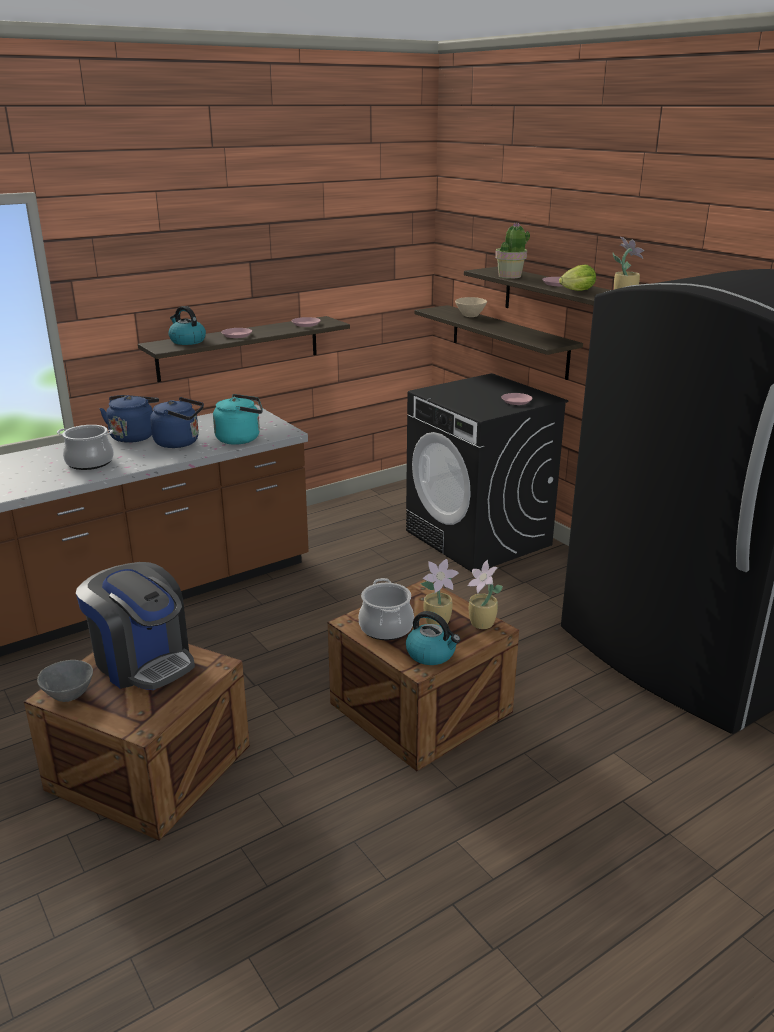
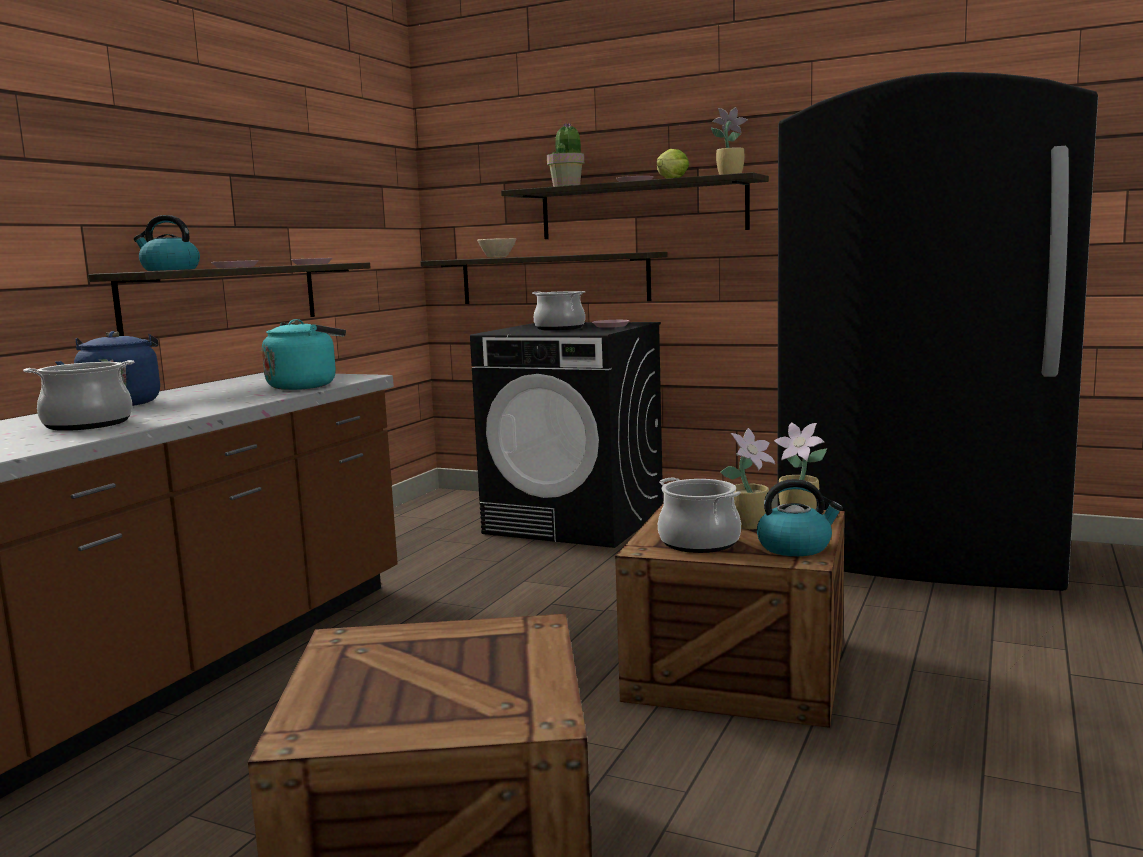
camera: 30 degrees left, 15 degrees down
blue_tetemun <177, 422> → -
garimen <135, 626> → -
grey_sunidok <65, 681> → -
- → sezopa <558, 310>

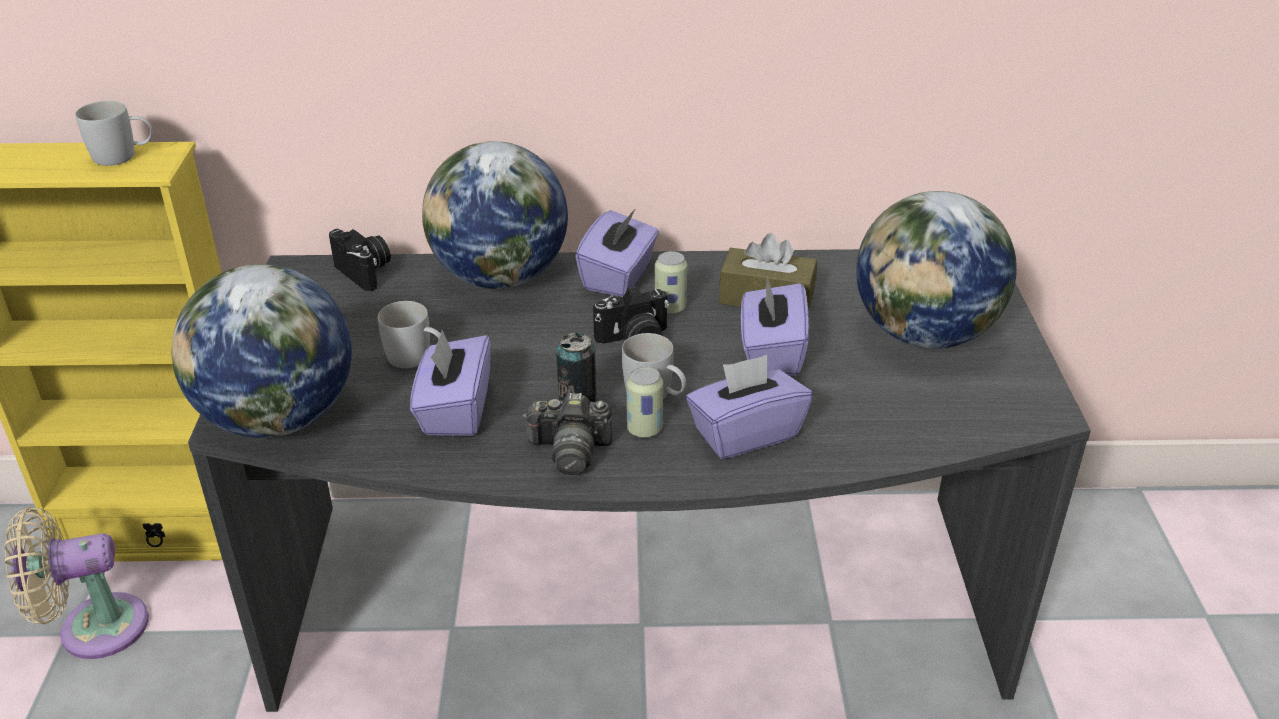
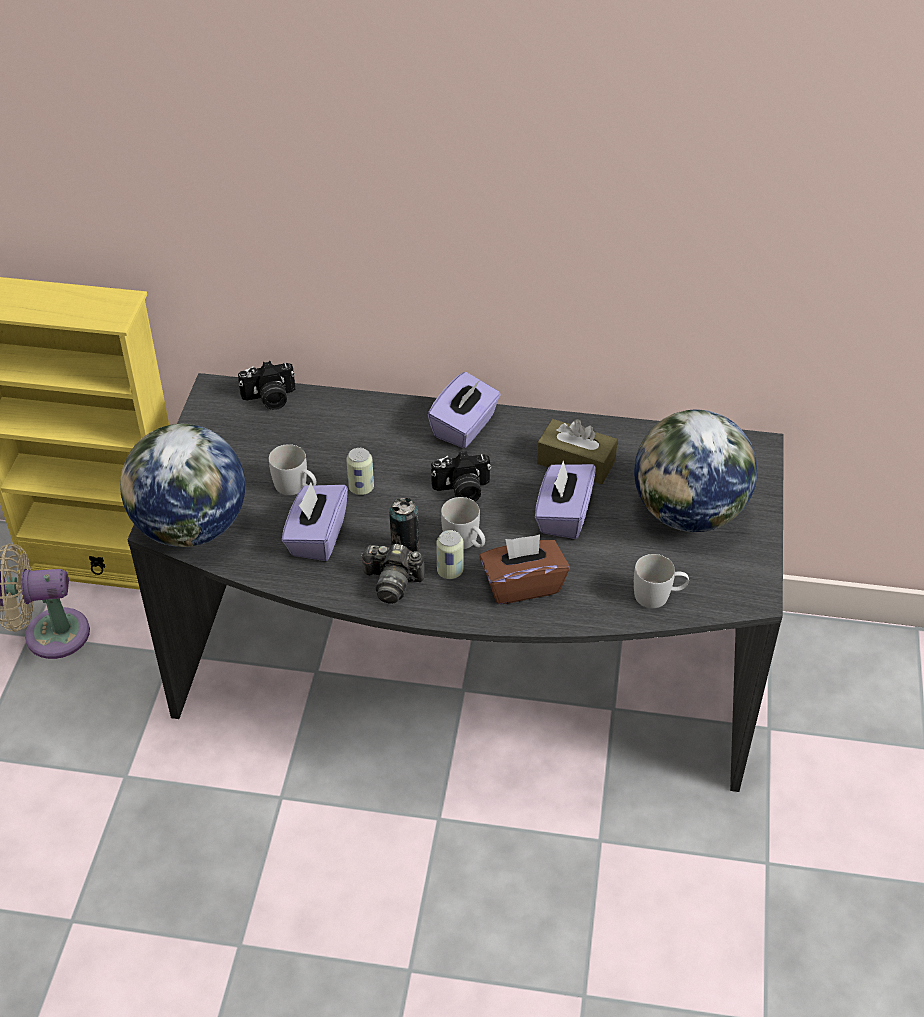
camera: 10 degrees right, 10 degrees up
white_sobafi <113, 133> → white_sobafi <661, 581>, move
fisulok <495, 215> → -
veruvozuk <360, 260> → veruvozuk <266, 385>, 105 degrees clockwise
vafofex <671, 282> → vafofex <360, 471>, move
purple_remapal <749, 407> → brown_remapal <524, 569>

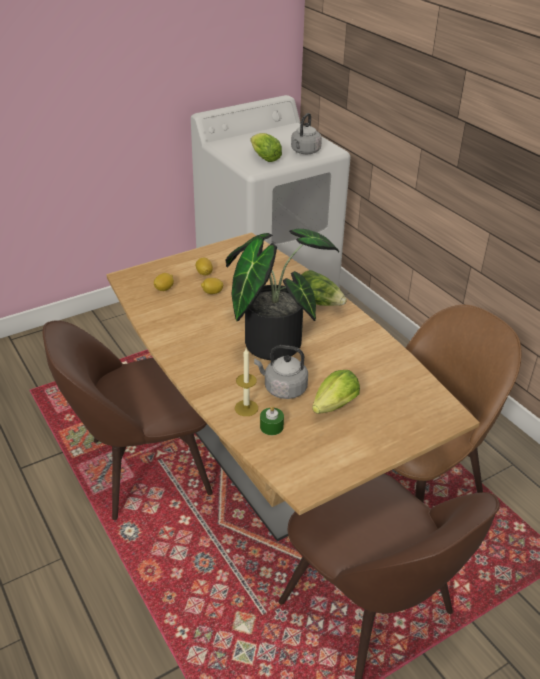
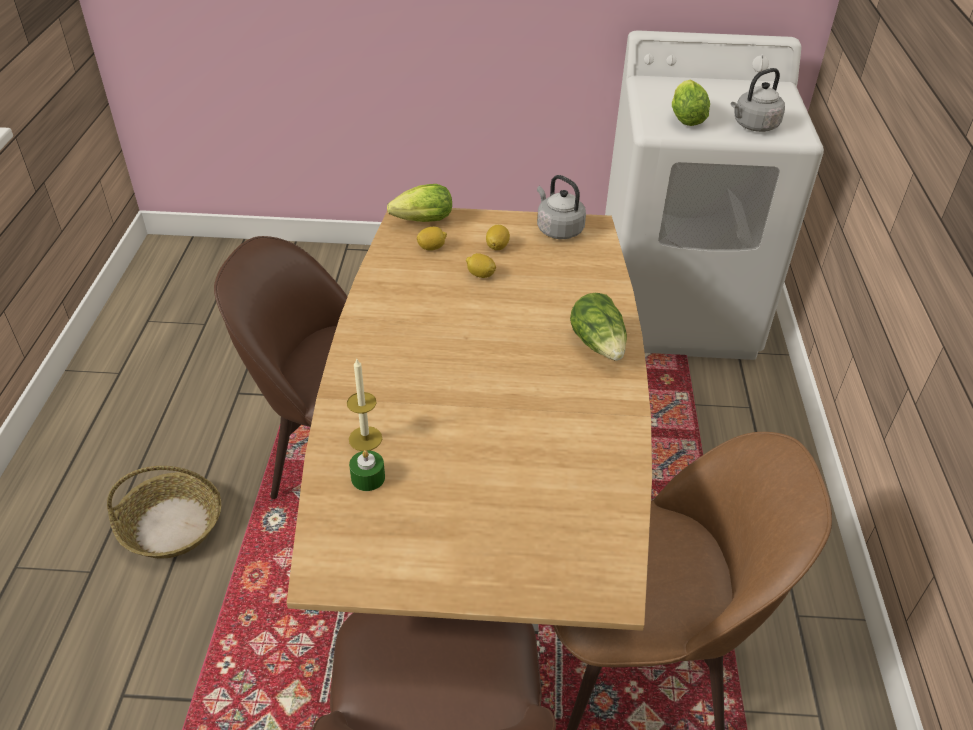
camera: 35 degrees right, 5 degrees up
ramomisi <282, 294> → -
grey_tetemun <281, 372> → grey_tetemun <561, 207>, move
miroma <336, 392> → miroma <419, 203>, move
- → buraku <164, 512>

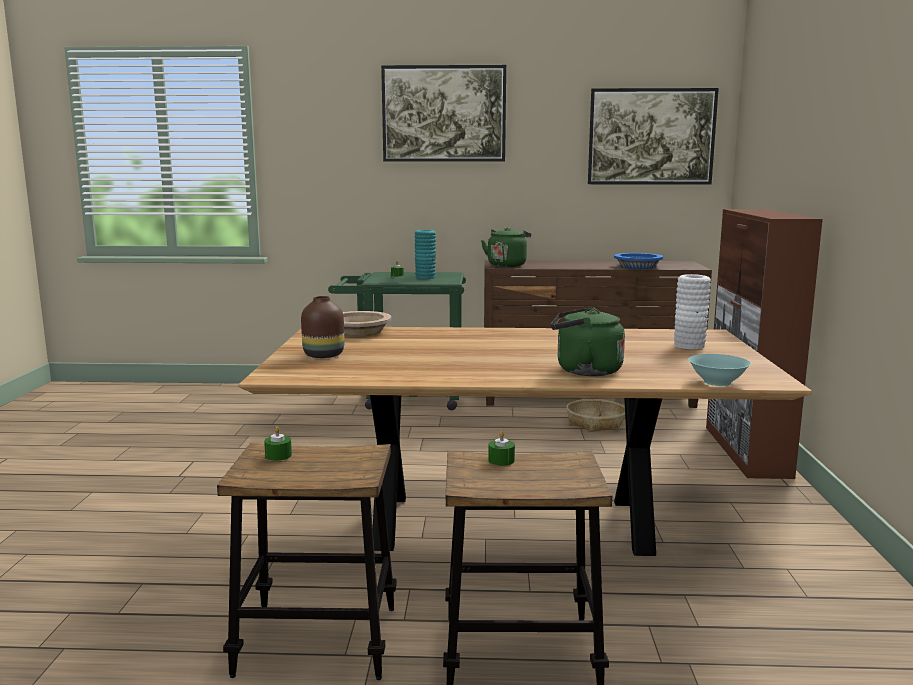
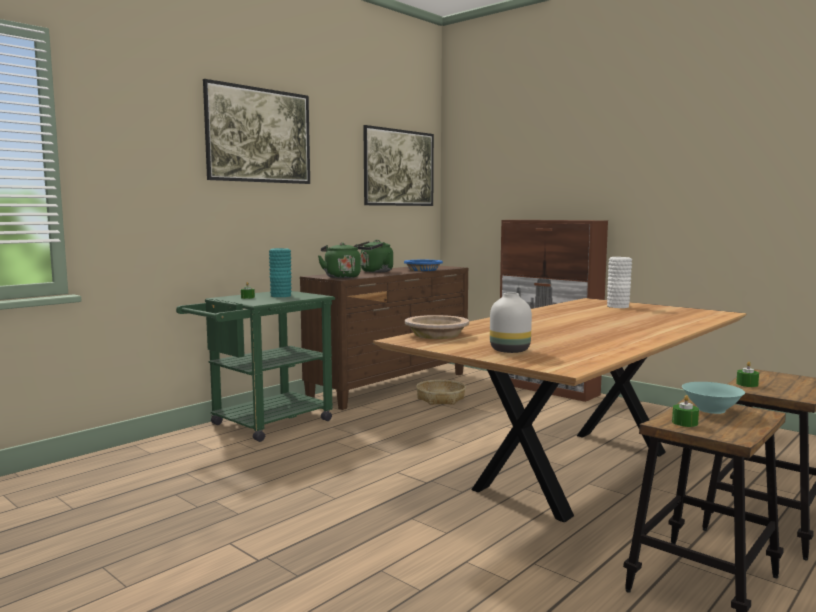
camera: 50 degrees left, 5 degrees down
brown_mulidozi <322, 327> → white_mulidozi <511, 323>
green_tetemun <588, 341> → green_tetemun <375, 256>, move
turquoise_sunidok <719, 370> → turquoise_sunidok <713, 398>, move

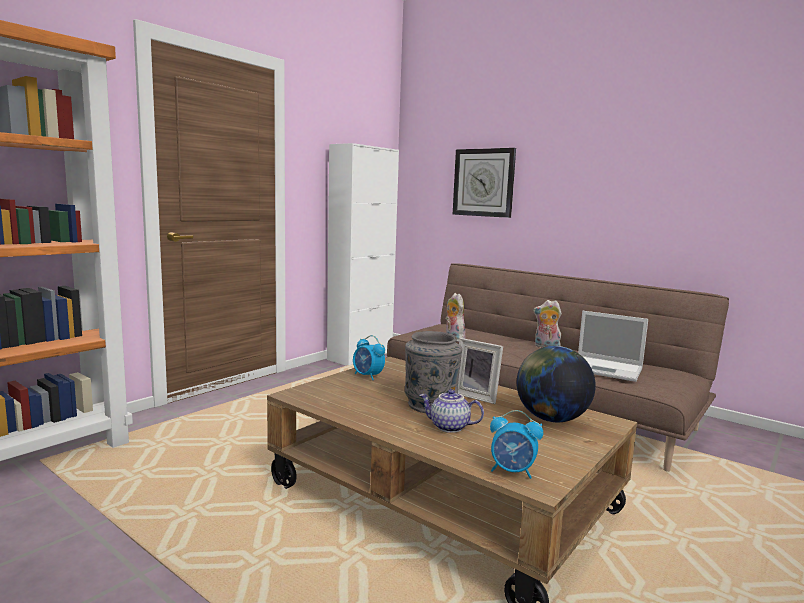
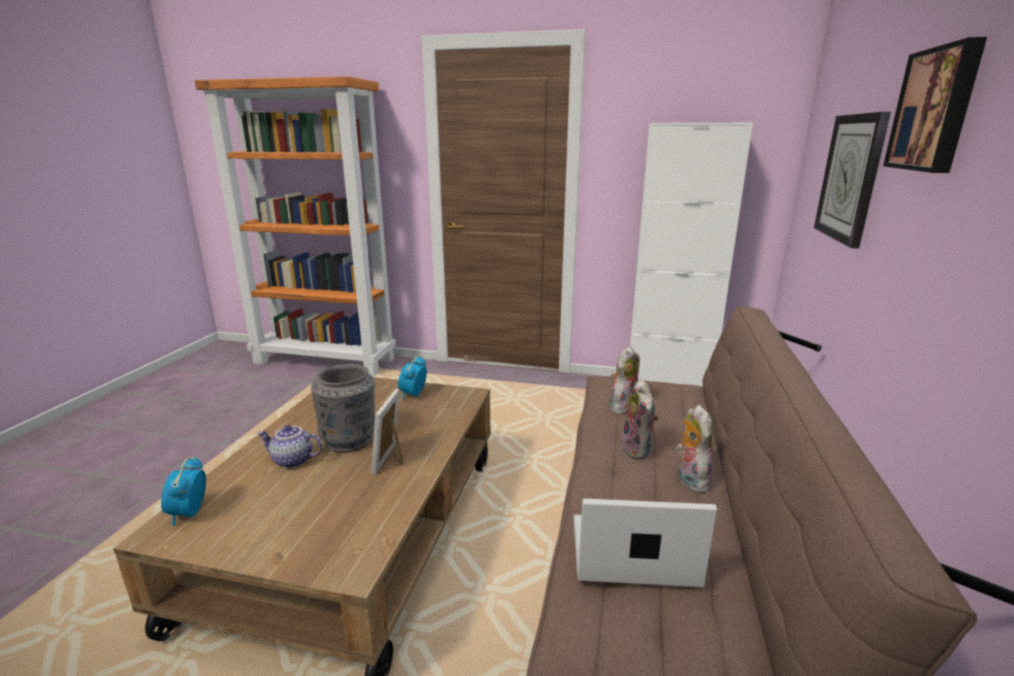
camera: 65 degrees right, 10 degrees up
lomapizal <613, 346> → lomapizal <645, 542>, 90 degrees clockwise
fisulok <556, 384> → -
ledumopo <451, 411> → ledumopo <290, 446>, 75 degrees counterclockwise
- → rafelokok <935, 105>
- → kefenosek <639, 419>

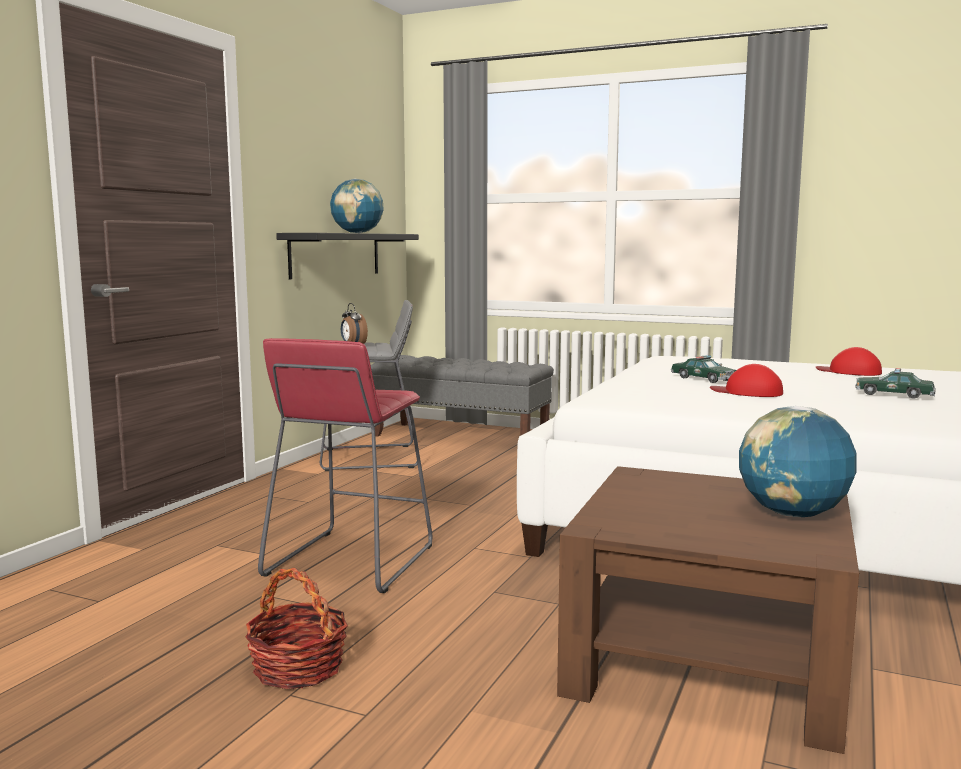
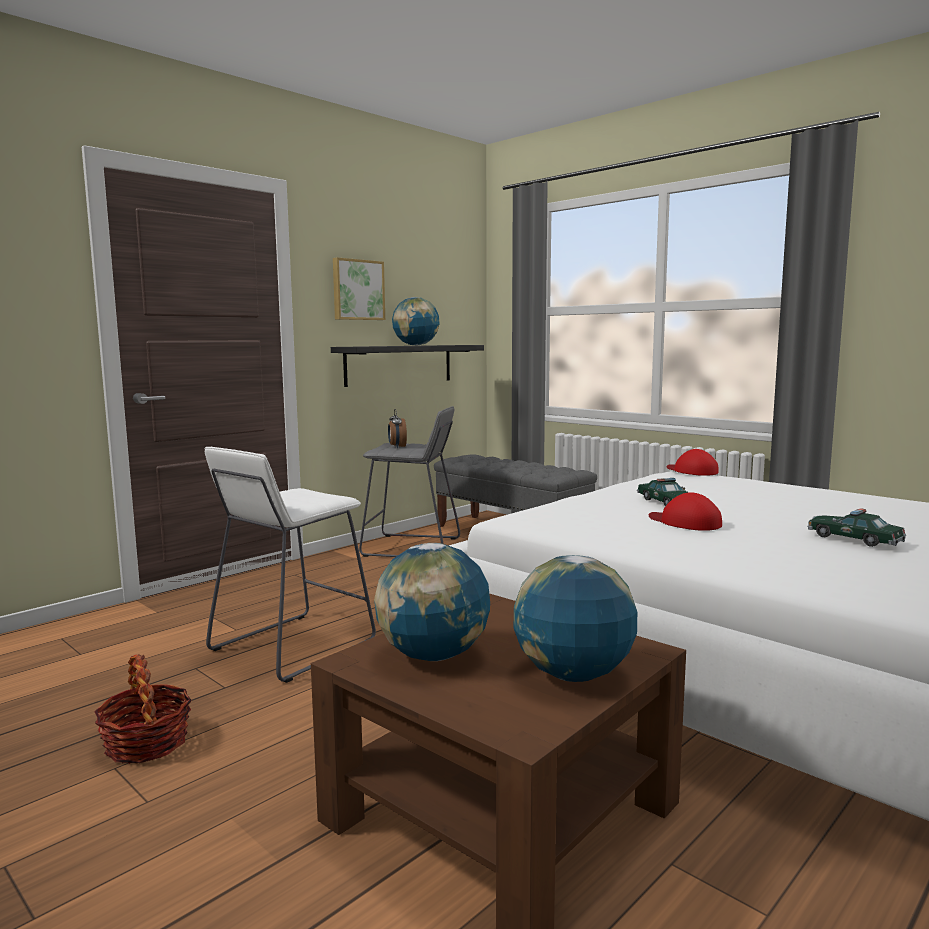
camera: 20 degrees right, 0 degrees up
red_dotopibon <345, 465> → white_dotopibon <290, 565>
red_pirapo <849, 361> → red_pirapo <693, 462>, move
- → rafelokok <359, 288>
- → fisulok <432, 602>

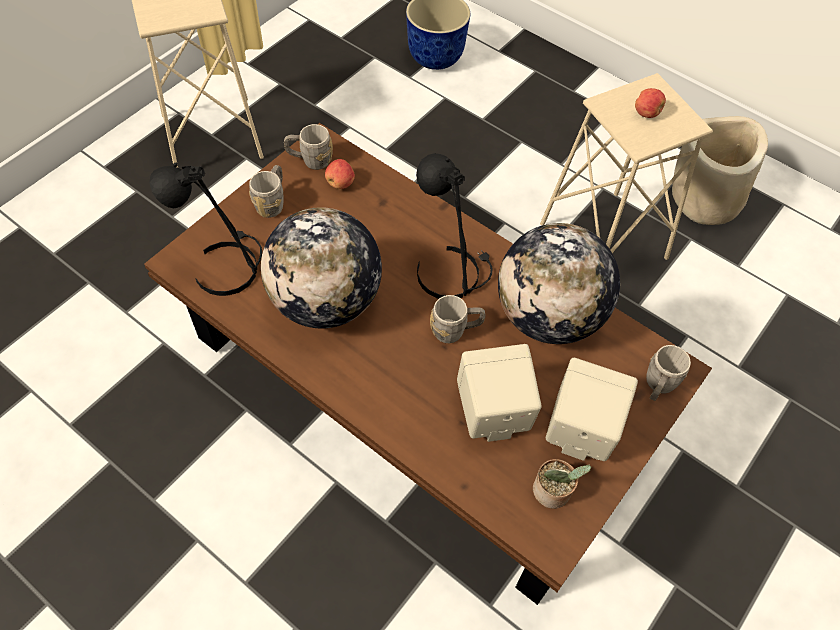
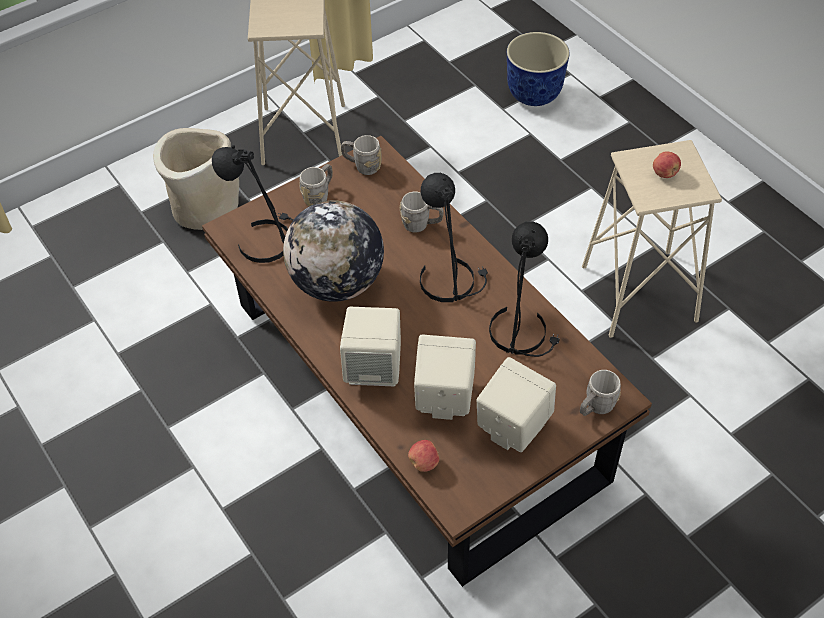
camera: 20 degrees right, 5 degrees down
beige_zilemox <720, 170> → beige_zilemox <196, 179>, move
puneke <340, 174> → puneke <423, 456>, move
fisulok <559, 283> → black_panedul <524, 289>
grey_sobafi <457, 319> → grey_sobafi <422, 212>, move
ramomisi <562, 484> → -
- → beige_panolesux <370, 346>

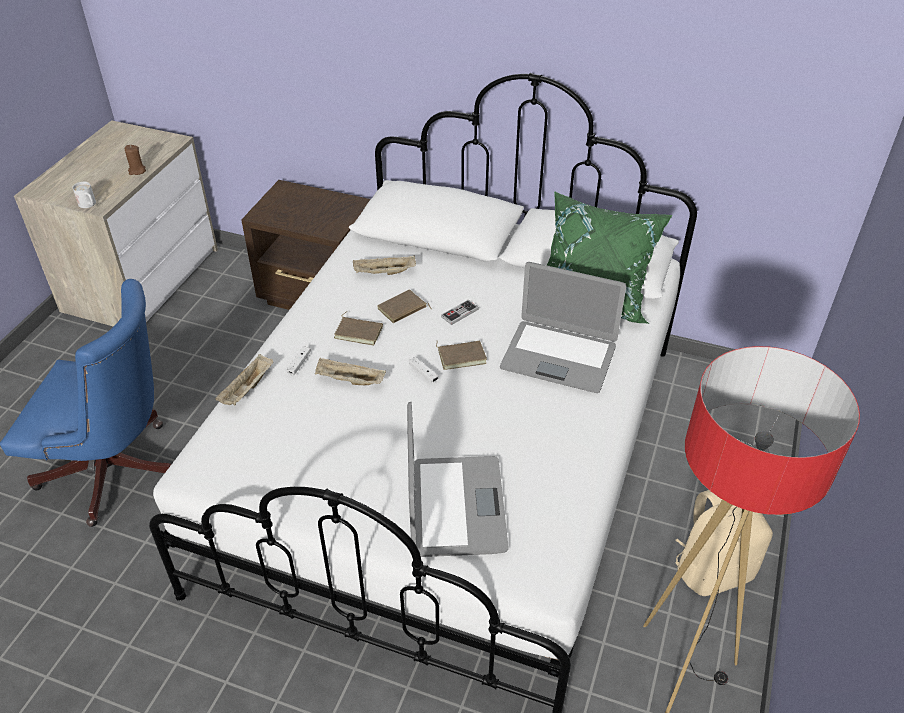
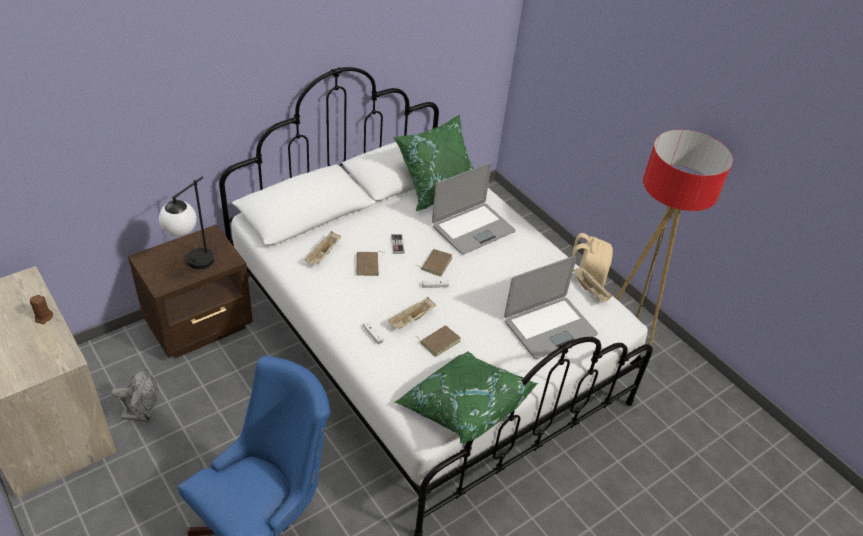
camera: 60 degrees left, 0 degrees up
white_sobafi <84, 195> → -
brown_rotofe <358, 328> → brown_rotofe <438, 341>, move
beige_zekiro <244, 379> → beige_zekiro <592, 284>, move
lomapizal <458, 479> → lomapizal <551, 307>, 120 degrees clockwise
- → panedul <186, 223>
- → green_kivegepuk <466, 397>
- → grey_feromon <134, 395>

